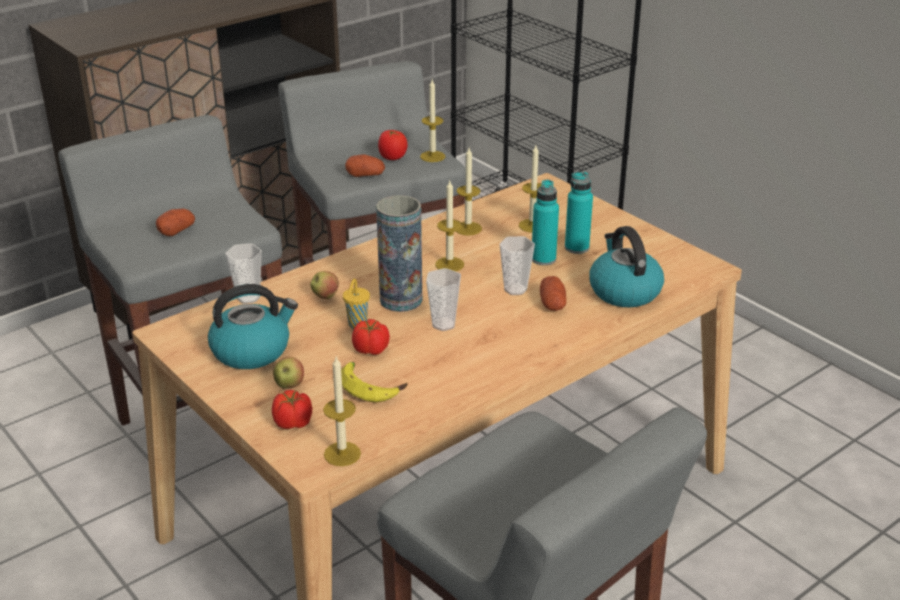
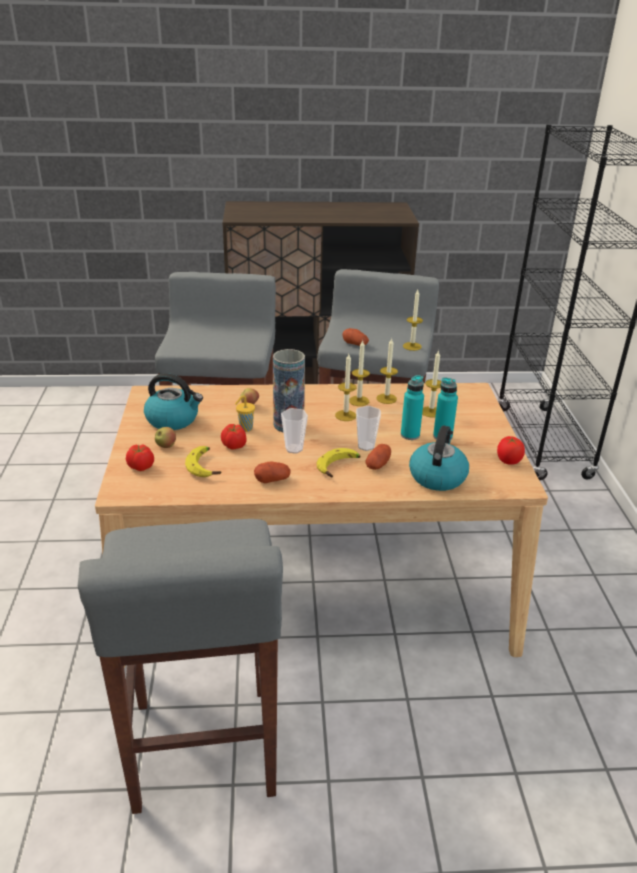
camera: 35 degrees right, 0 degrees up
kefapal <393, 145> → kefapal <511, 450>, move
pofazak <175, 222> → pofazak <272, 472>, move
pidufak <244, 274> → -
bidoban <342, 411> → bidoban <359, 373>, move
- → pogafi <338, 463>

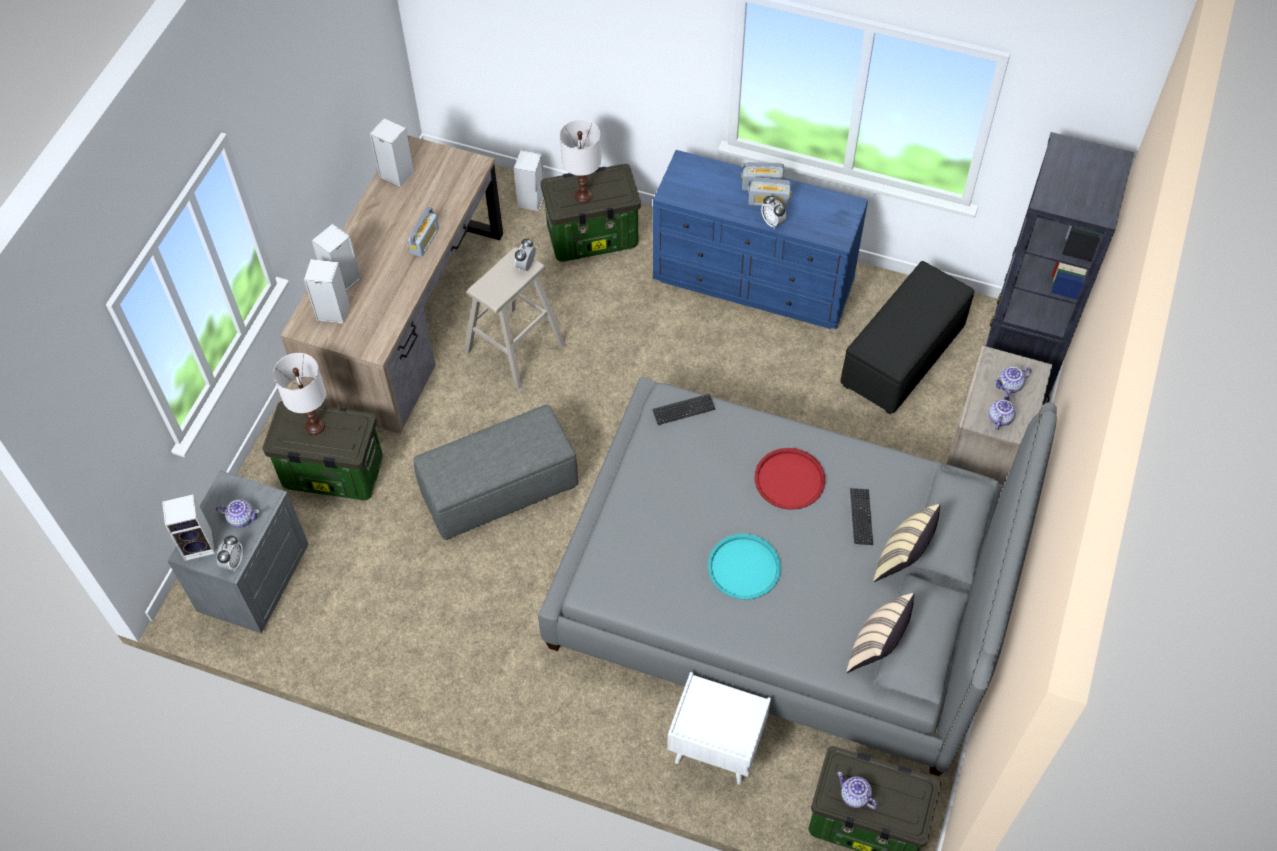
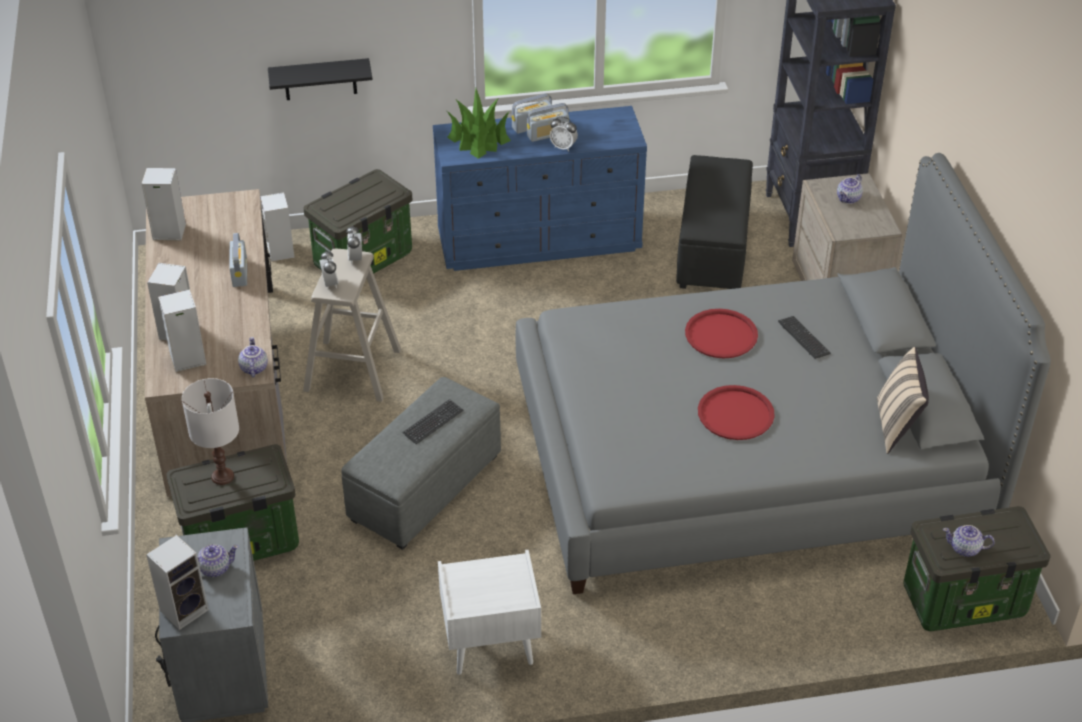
camera: 30 degrees left, 15 degrees down
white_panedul <580, 161> → -
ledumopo <1002, 410> → ledumopo <253, 357>, move
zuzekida <683, 409> → zuzekida <432, 421>, move
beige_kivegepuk <906, 543> → -
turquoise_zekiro <744, 567> → red_zekiro <736, 412>
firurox <230, 553> → firurox <329, 269>, move
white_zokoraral <719, 728> → white_zokoraral <489, 612>, move
- → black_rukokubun <320, 79>
- → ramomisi <479, 123>

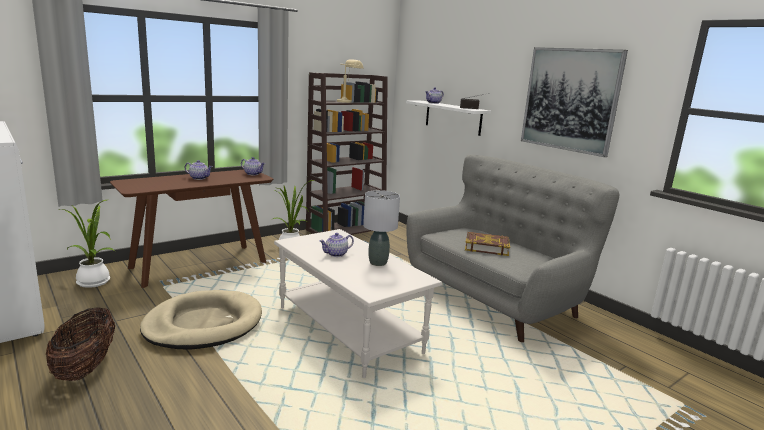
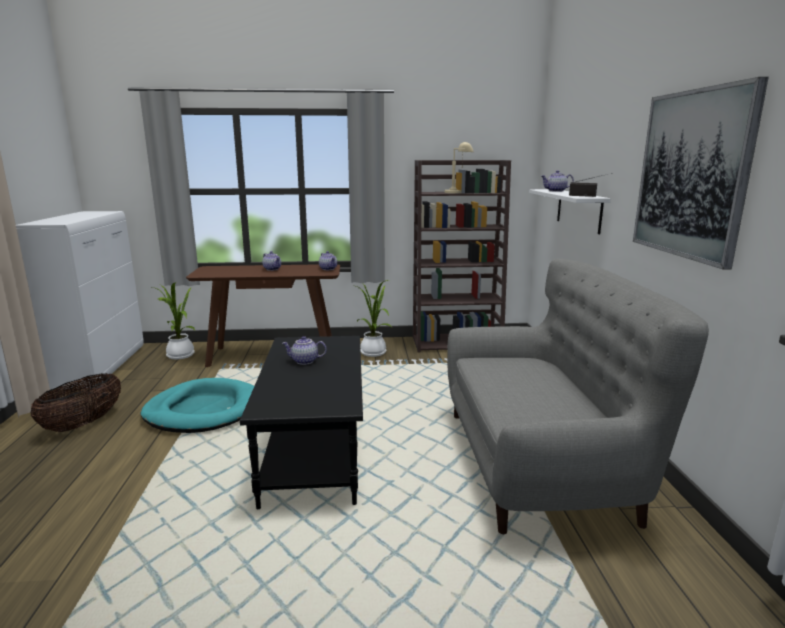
camera: 35 degrees right, 0 degrees up
grey_panedul <381, 228> → -
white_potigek <358, 303> → black_potigek <301, 422>
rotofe <487, 244> → -
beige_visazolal <201, 320> → turquoise_visazolal <197, 405>

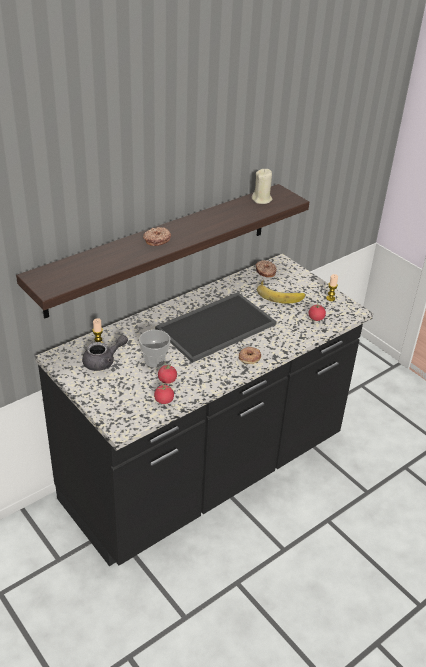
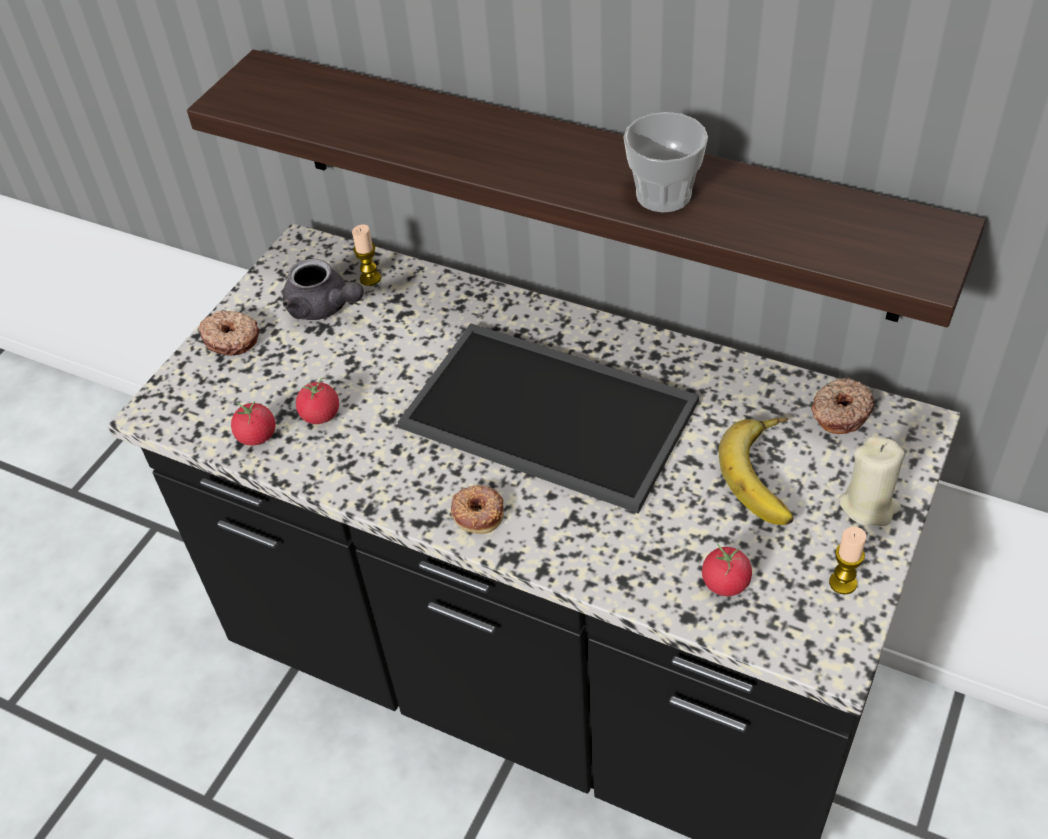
camera: 70 degrees right, 10 degrees up
beige_bidoban <262, 186> → beige_bidoban <871, 481>, move
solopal <157, 236> → solopal <229, 333>, move
pidufak <154, 348> → pidufak <665, 162>, move

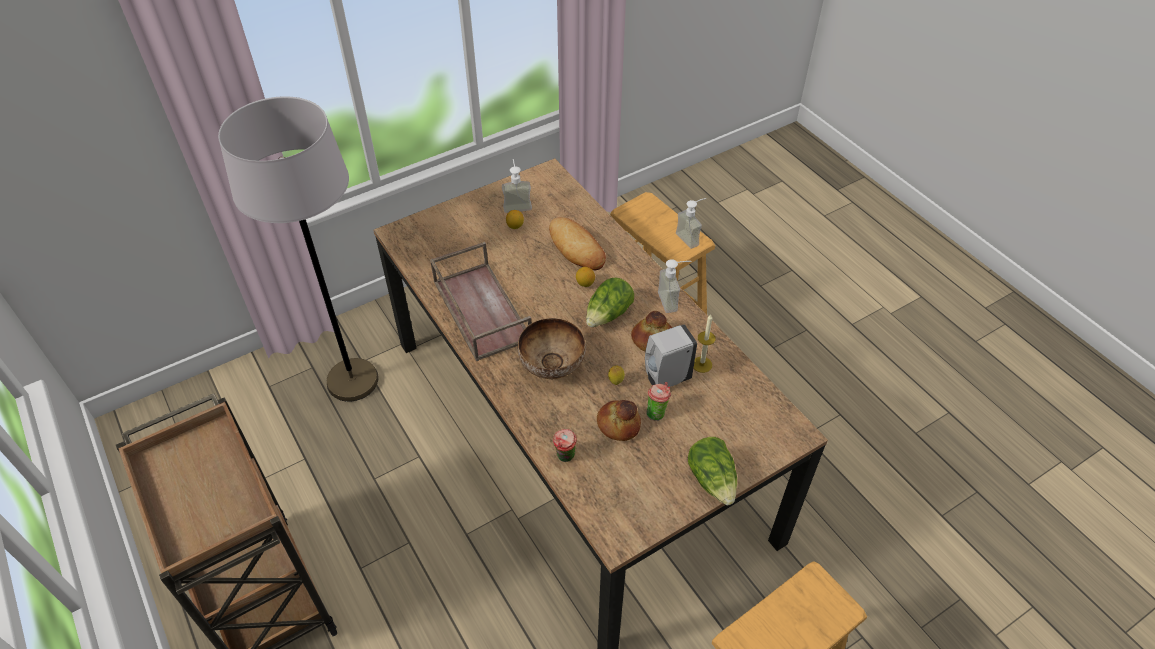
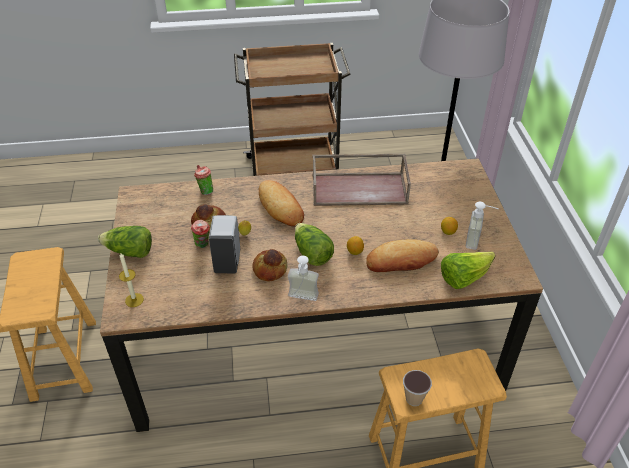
camera: 115 degrees right, 5 degrees down
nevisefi <691, 223> → pidufak <417, 388>
bidoban <705, 343> → bidoban <131, 279>, move
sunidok <551, 348> → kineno <281, 203>
- → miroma <468, 270>

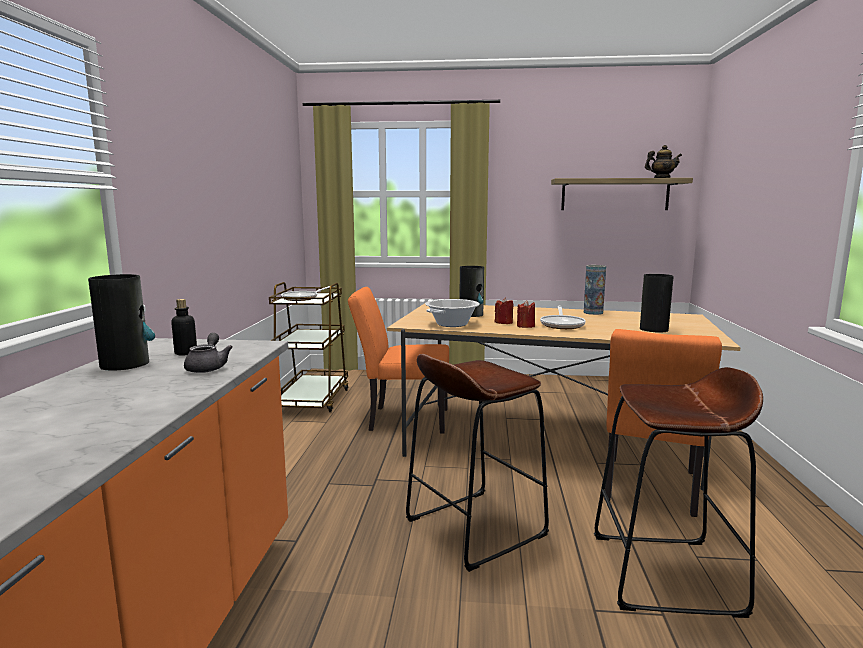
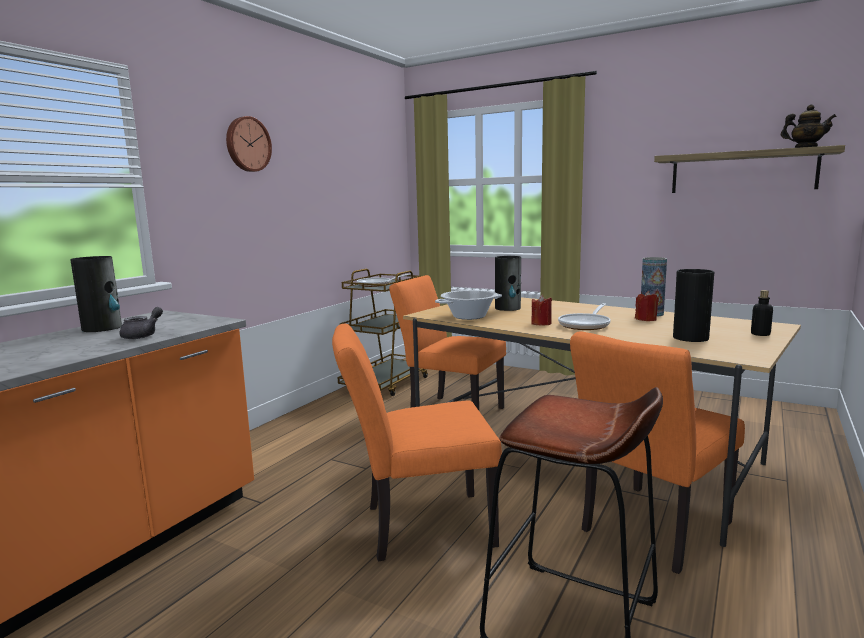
camera: 25 degrees right, 0 degrees up
red_bidoban <504, 310> → red_bidoban <647, 306>, move
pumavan <184, 327> → pumavan <762, 313>, move
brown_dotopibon <477, 463> → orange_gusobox <417, 442>
- → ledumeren <249, 144>

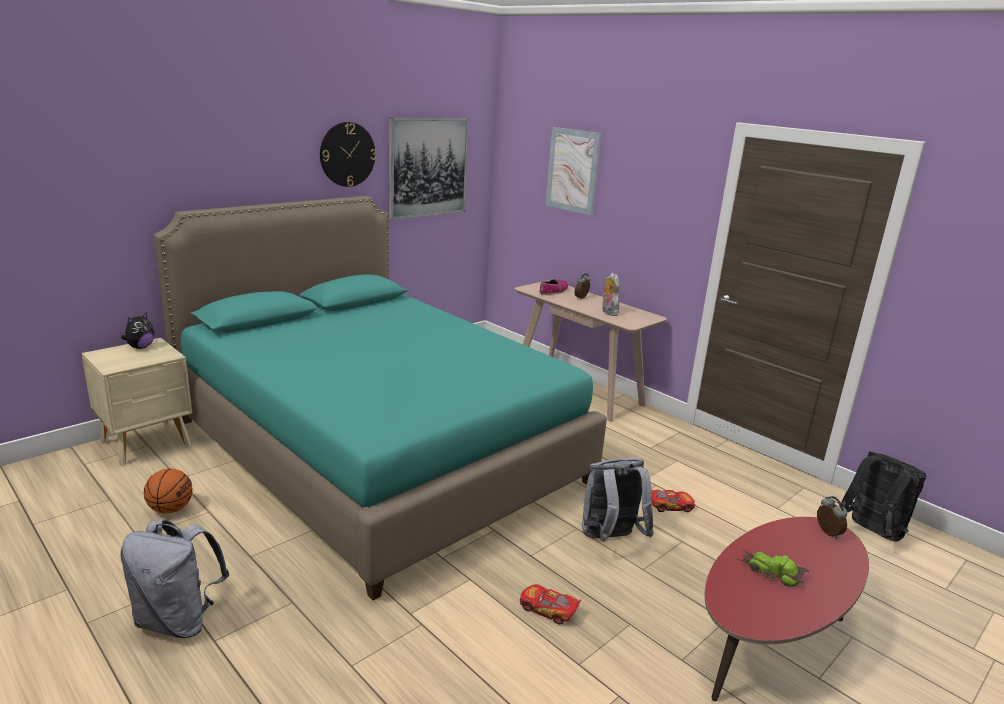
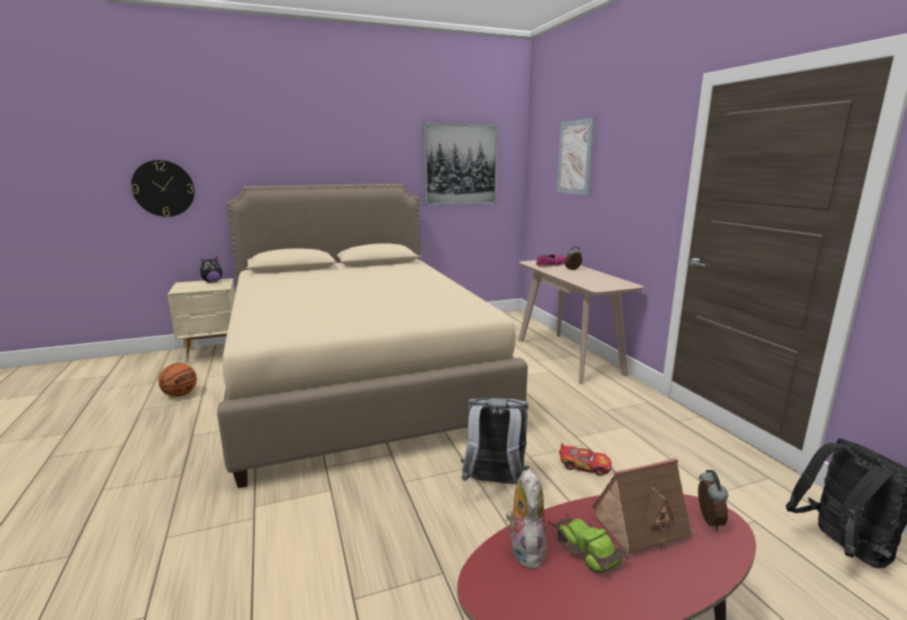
camera: 25 degrees right, 5 degrees down
ledumeren <348, 154> → ledumeren <163, 188>, move
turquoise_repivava <380, 398> → beige_repivava <372, 336>
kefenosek <611, 294> → kefenosek <526, 519>, move
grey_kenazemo <174, 578> → -
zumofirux <550, 604> → -
- → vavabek <645, 506>

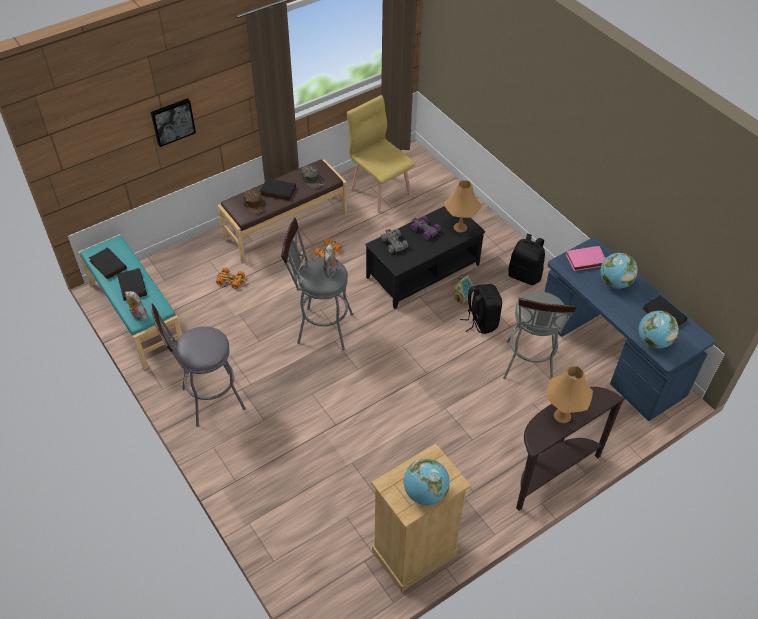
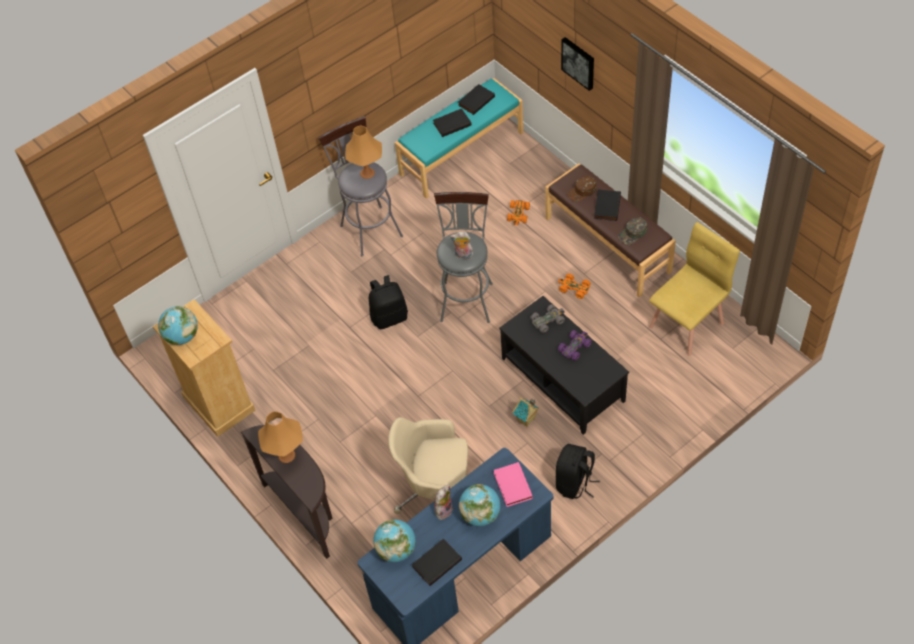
camera: 90 degrees right, 5 degrees up
orange_panedul <463, 206> → orange_panedul <363, 152>, move
black_kenazemo <481, 309> → black_kenazemo <388, 302>, move
kefenosek <136, 306> → kefenosek <443, 502>, move
grey_dotopibon <540, 335> → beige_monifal <428, 465>

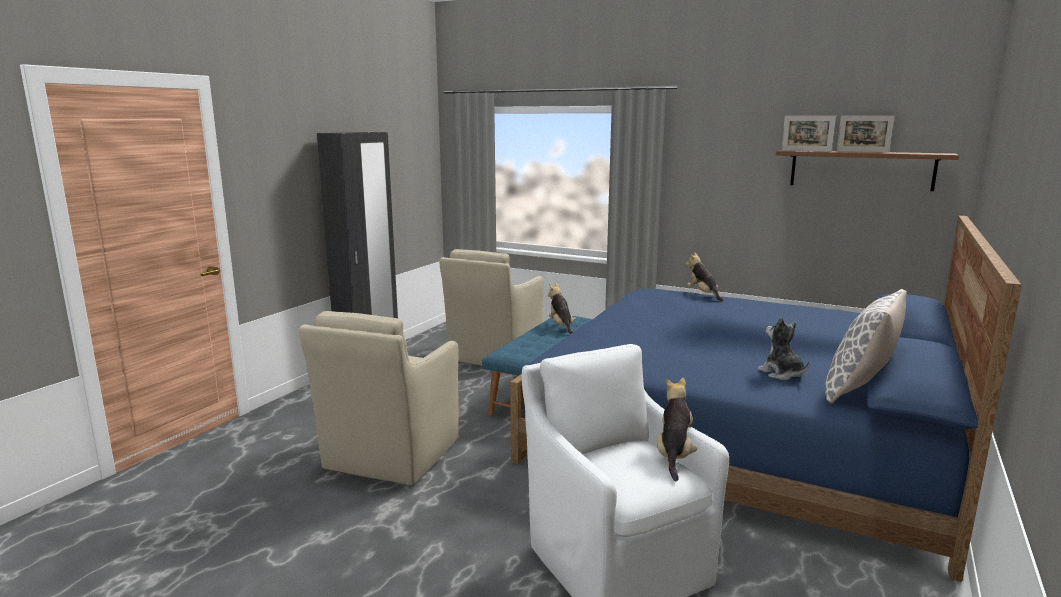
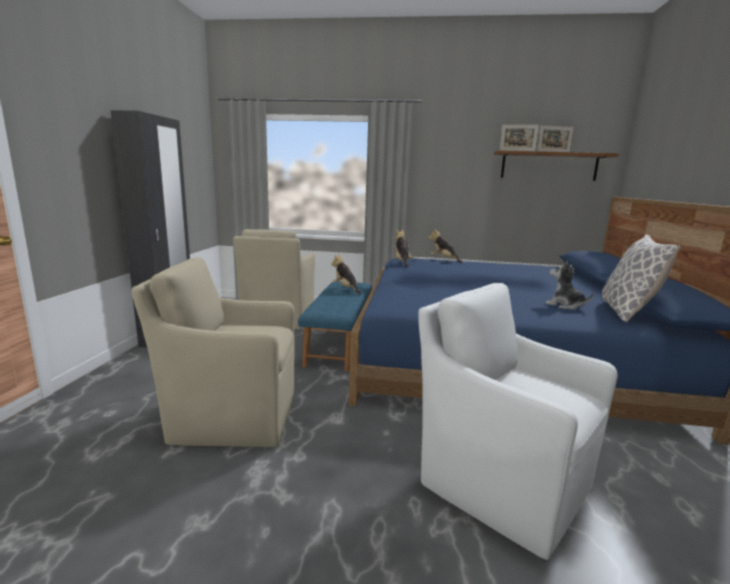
camera: 20 degrees left, 0 degrees up
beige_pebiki <379, 398> → beige_pebiki <213, 352>, 90 degrees clockwise
kefenosek <677, 429> → kefenosek <404, 248>, move

